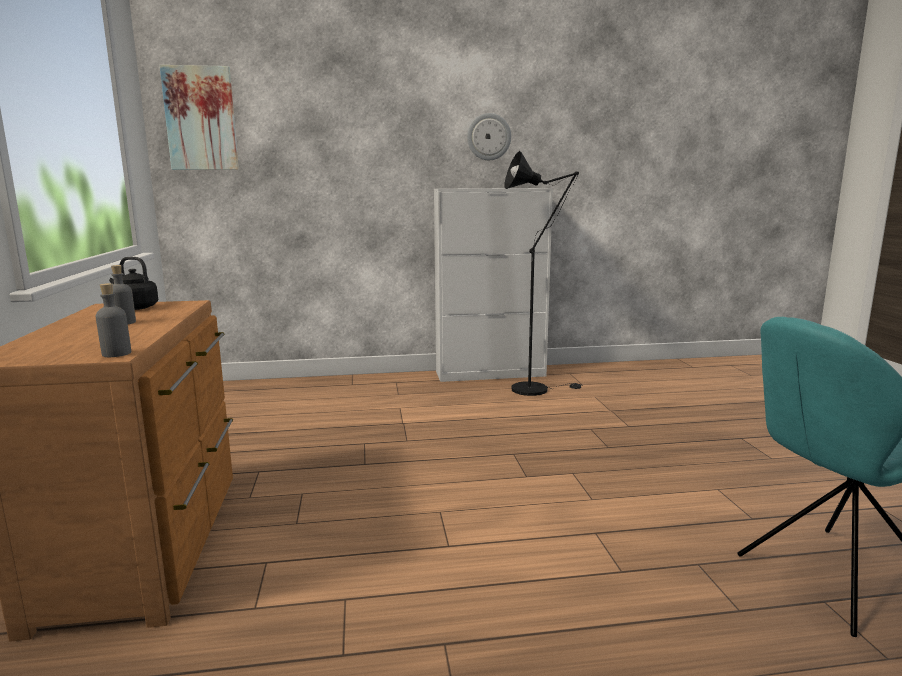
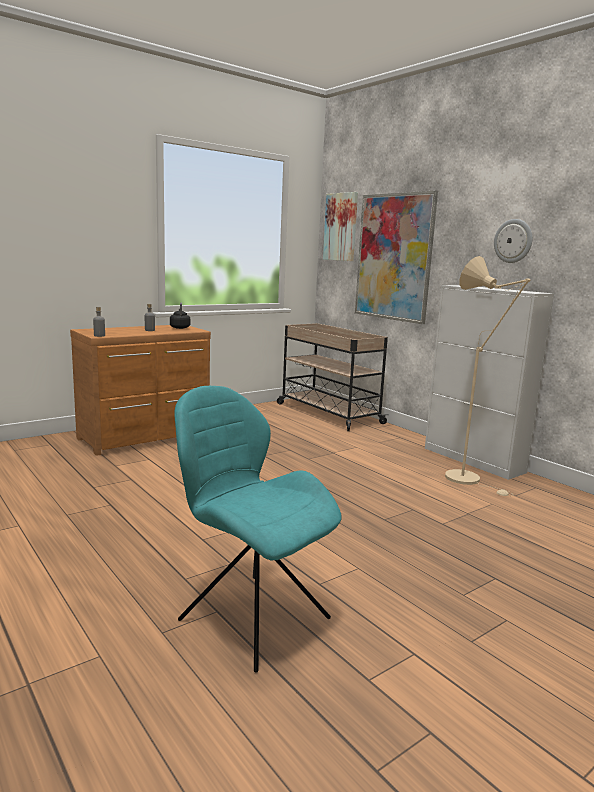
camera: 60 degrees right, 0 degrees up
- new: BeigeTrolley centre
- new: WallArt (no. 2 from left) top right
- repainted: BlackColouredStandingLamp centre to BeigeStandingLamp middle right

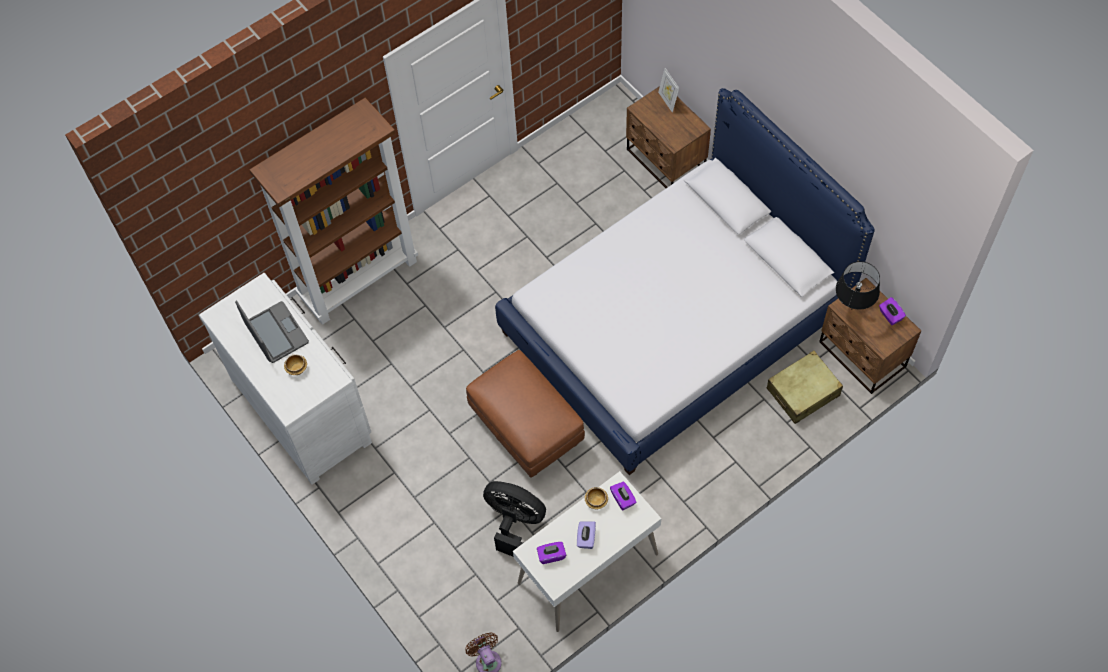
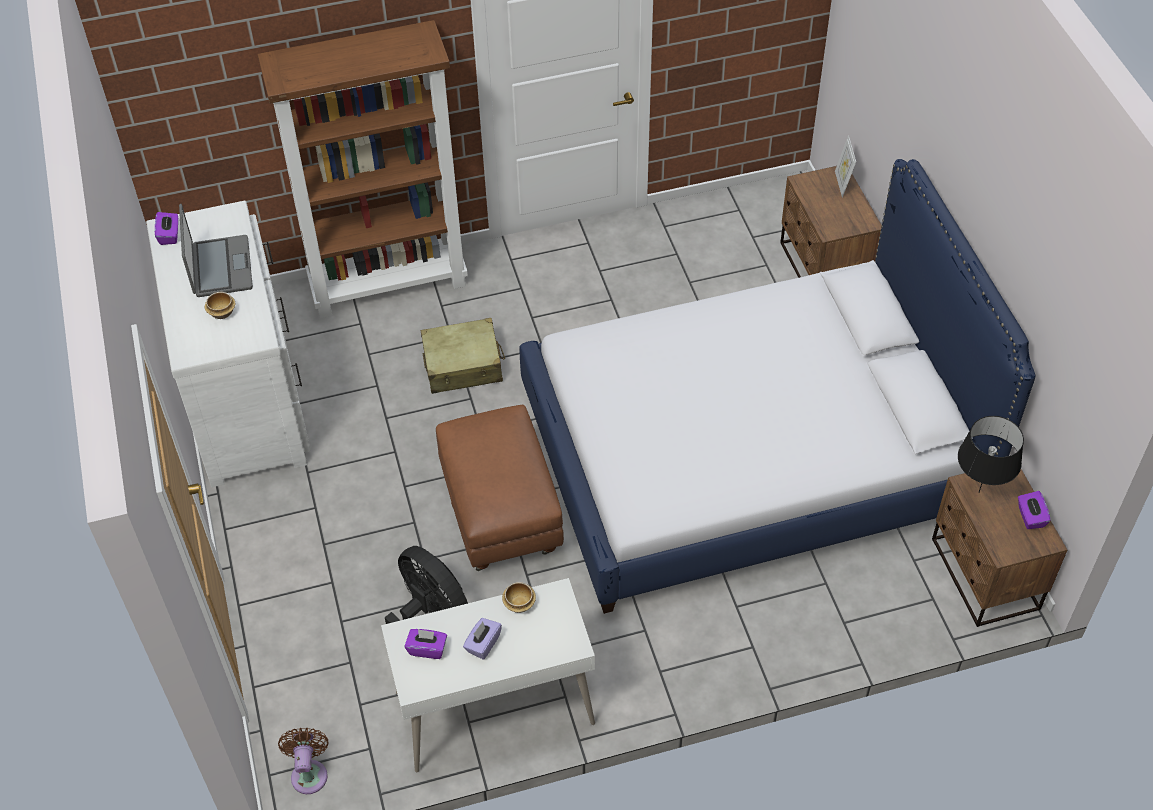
camera: 20 degrees right, 10 degrees down
- shifted: PurplishBoxOfTissues (no. 3 from left in the first image) bottom centre to PurplishBoxOfTissues (no. 1 from left) top left
- shifted: BeigePieceOfLuggage middle right to centre

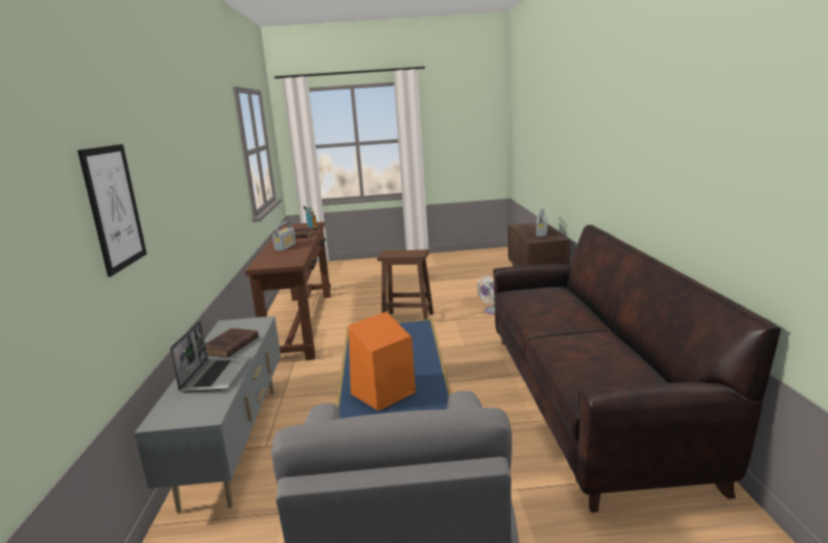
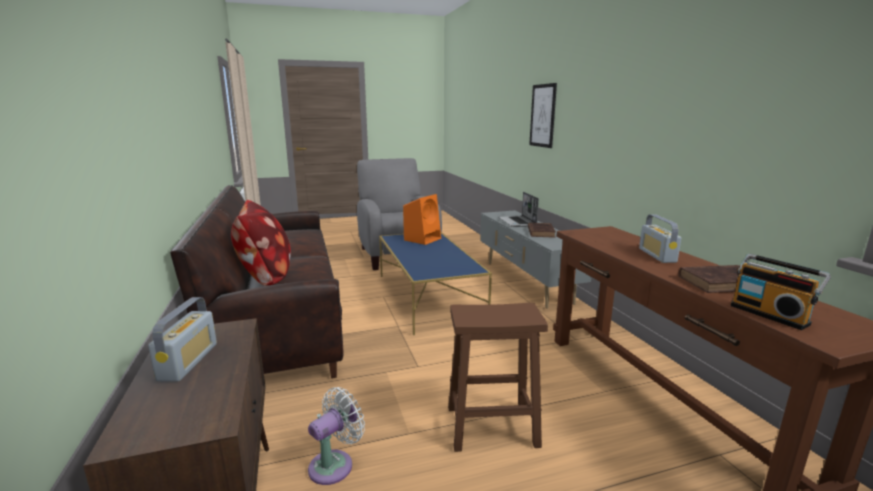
camera: 165 degrees right, 0 degrees up
- new: Pillow middle left

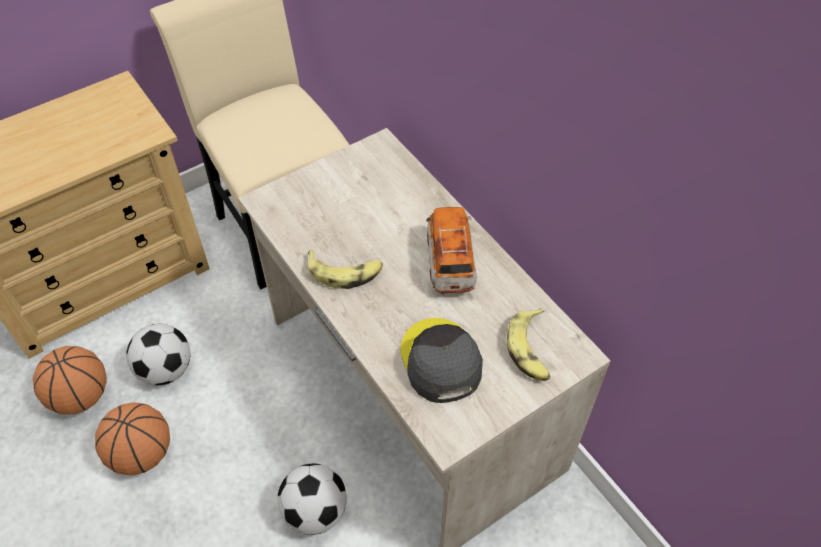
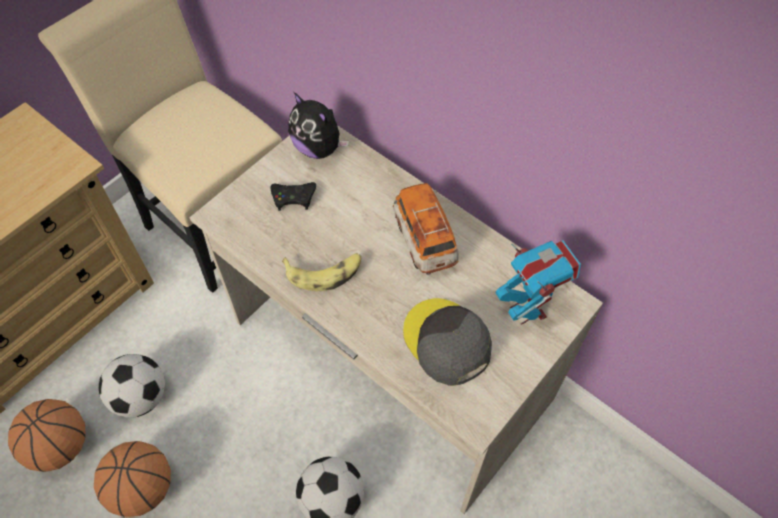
camera: 15 degrees left, 5 degrees up
- new: BlackColouredGamepad centre
- new: PlushToy top centre
- swapped: BananaFruit (no. 2 from left) centre to ModelRobot middle right

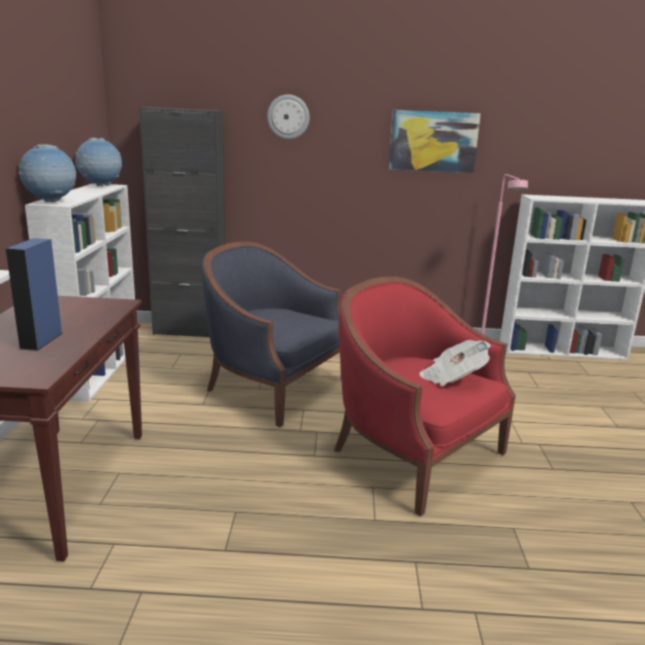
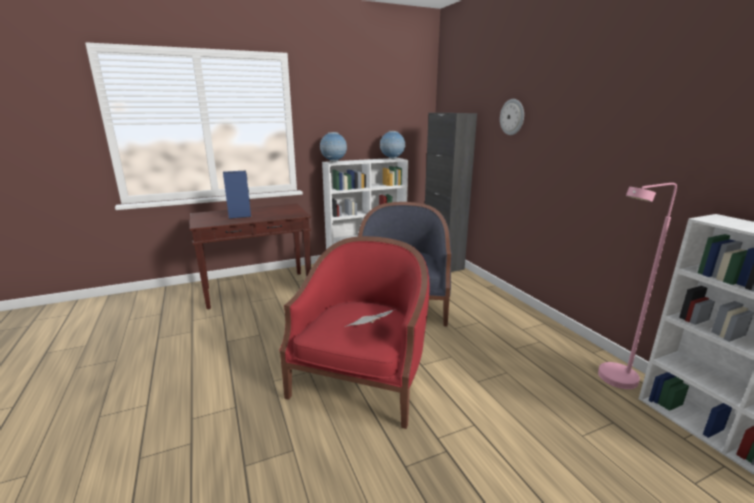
camera: 65 degrees right, 0 degrees up
- gone: WallArt top right

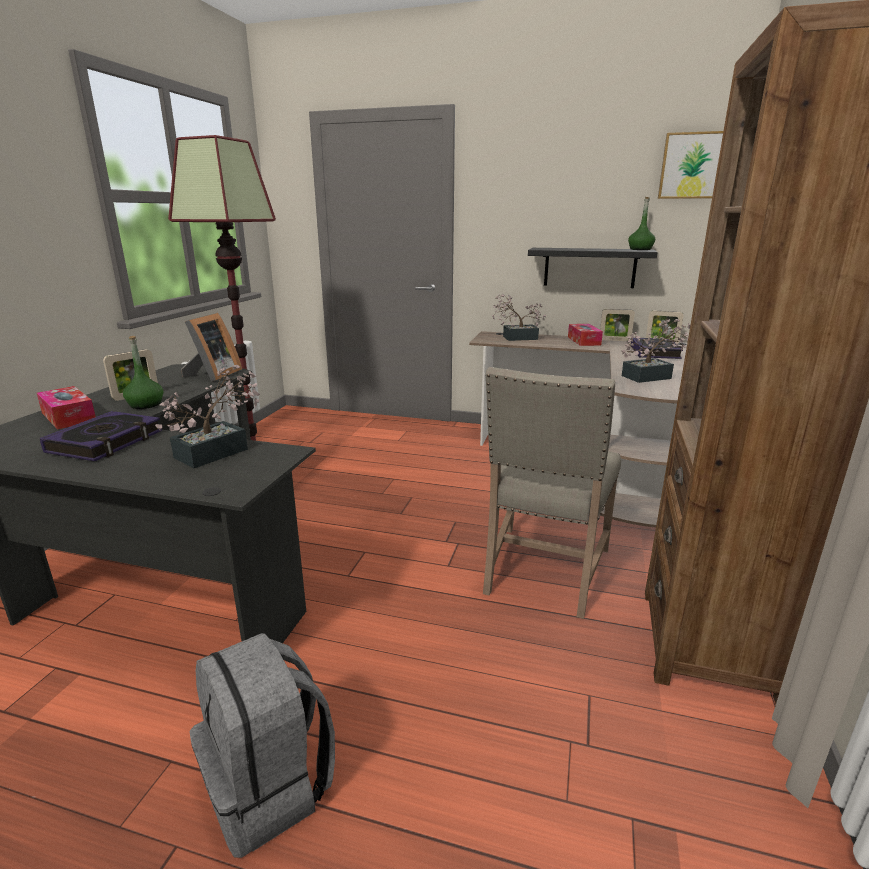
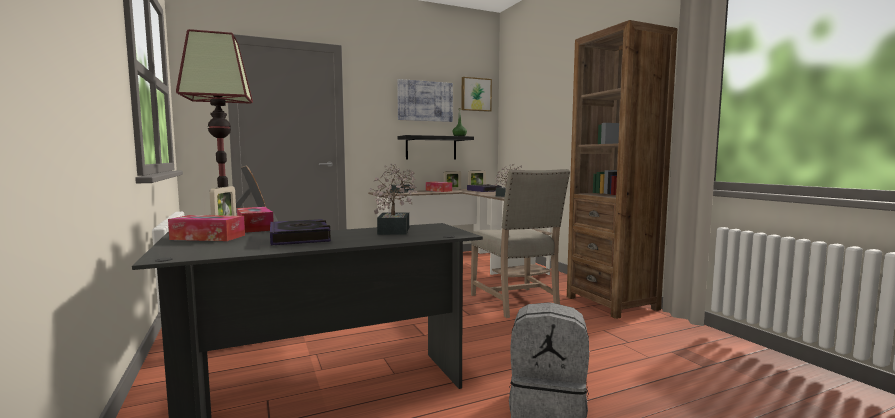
camera: 40 degrees left, 15 degrees down
- swapped: GreenBeverageBottle (no. 1 from left) middle left to BoxOfTissues (no. 2 from left) middle left
- new: WallArt (no. 1 from left) top centre

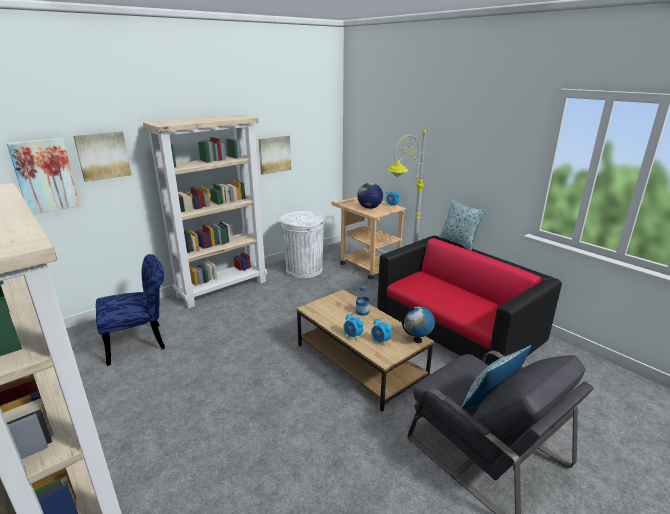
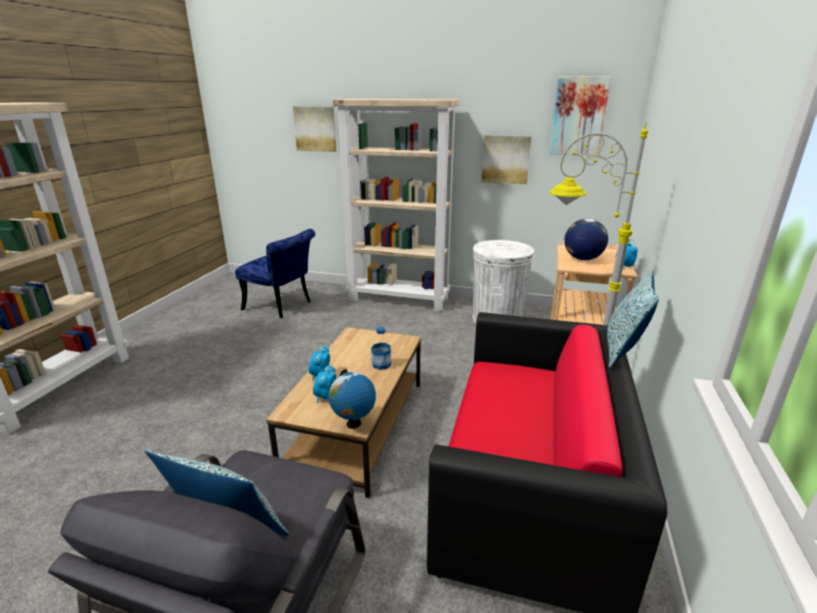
camera: 55 degrees right, 0 degrees up
- shifted: WallArt (no. 1 from left in the first image) middle left to WallArt (no. 3 from left) top right

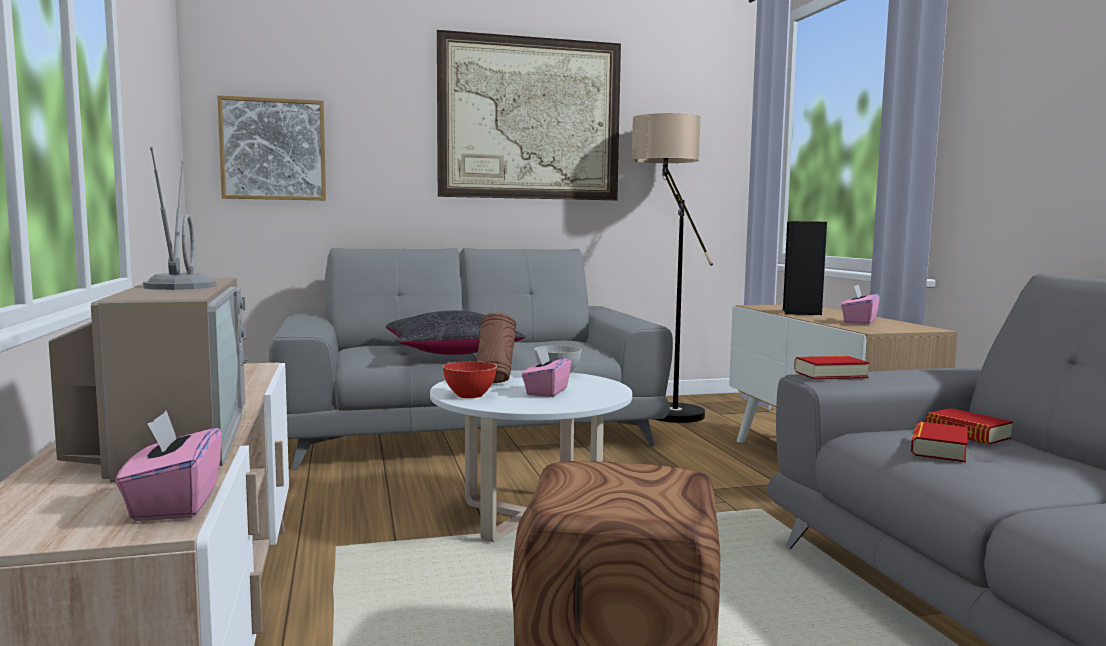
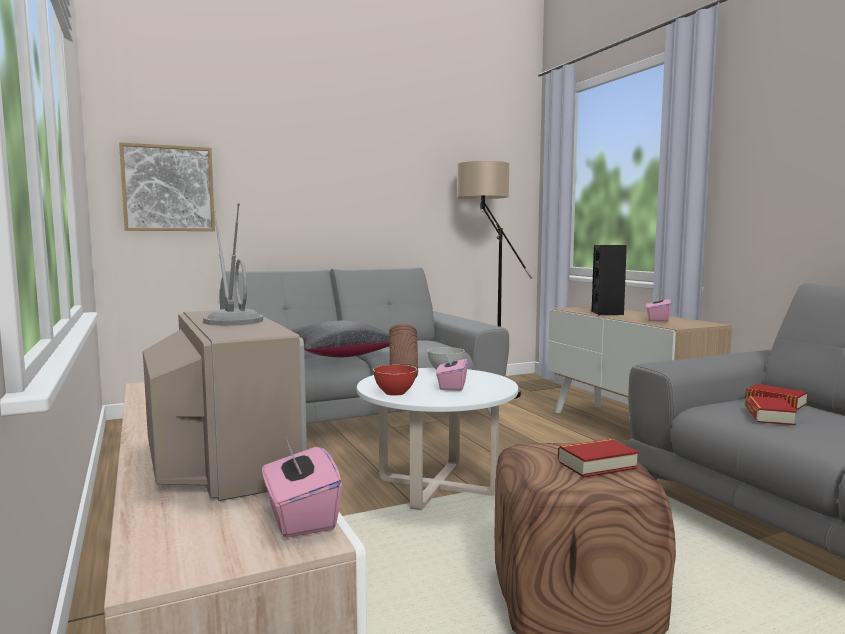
camera: 10 degrees left, 0 degrees up
- shifted: BoundBook (no. 1 from left) middle right to bottom right
- gone: WallArt (no. 2 from left) top centre

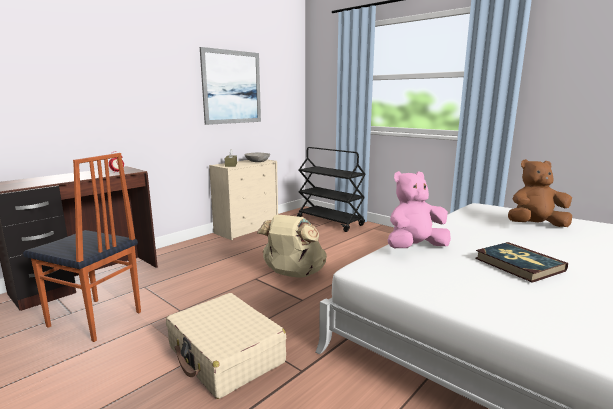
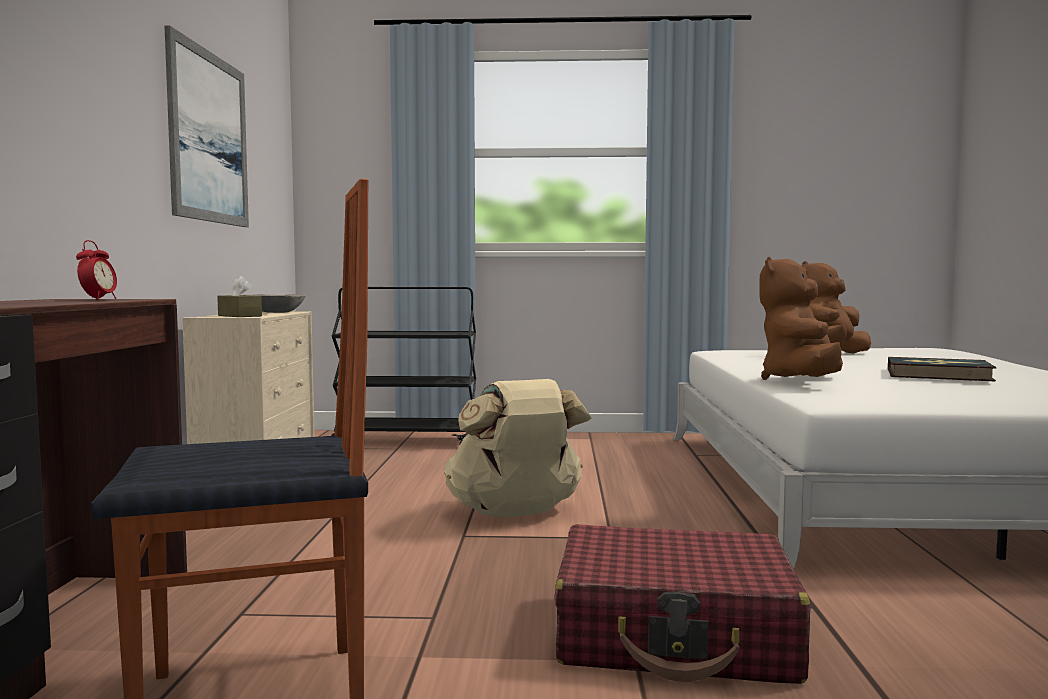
camera: 40 degrees left, 10 degrees down
- repainted: BeigePieceOfLuggage bottom centre to ReddishPieceOfLuggage bottom centre
- repainted: PinkPlushToy middle right to BrownPlushToy (no. 1 from left) middle right

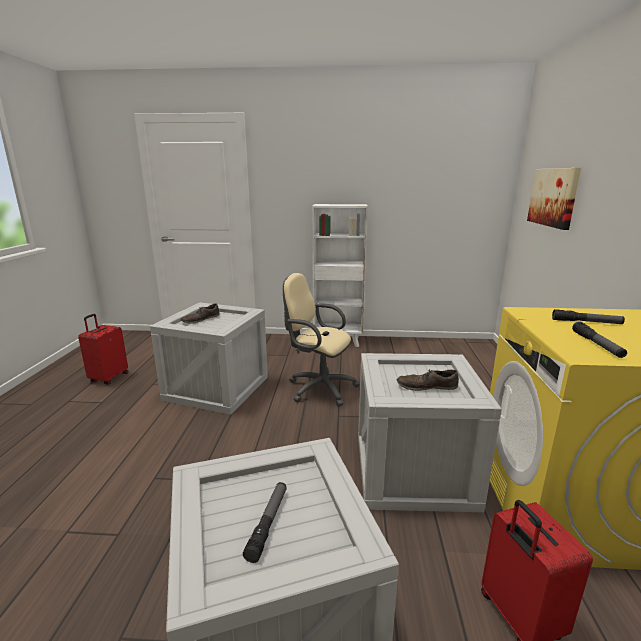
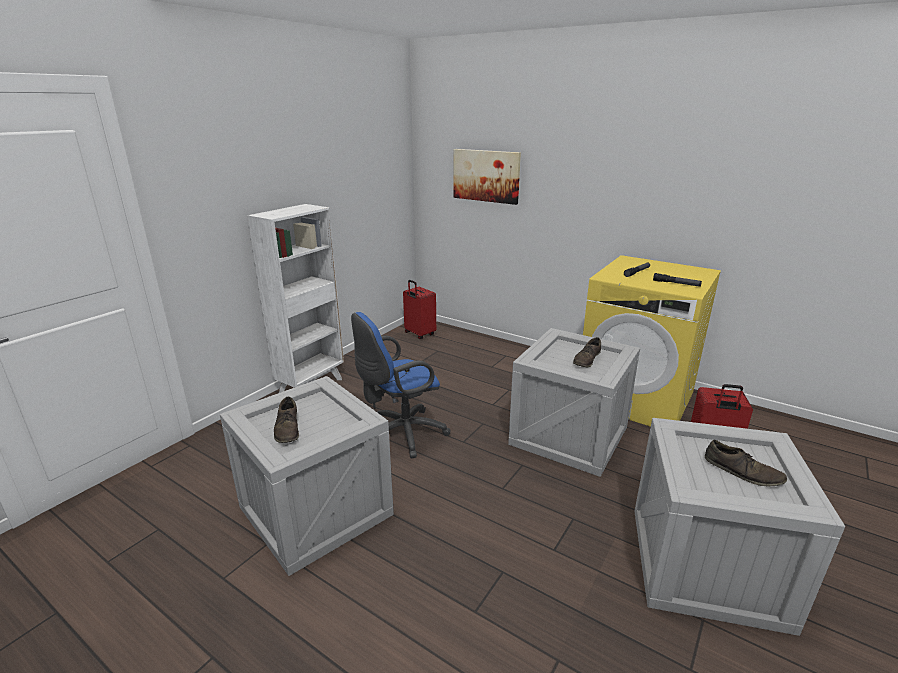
camera: 60 degrees left, 5 degrees up
- repainted: BeigeDeskChair centre to BlueColouredDeskChair centre
- shifted: ReddishPieceOfLuggage (no. 1 from left) middle left to centre
- swapped: Flashlight (no. 1 from left) bottom centre to BrownLowShoe (no. 3 from left) bottom right

